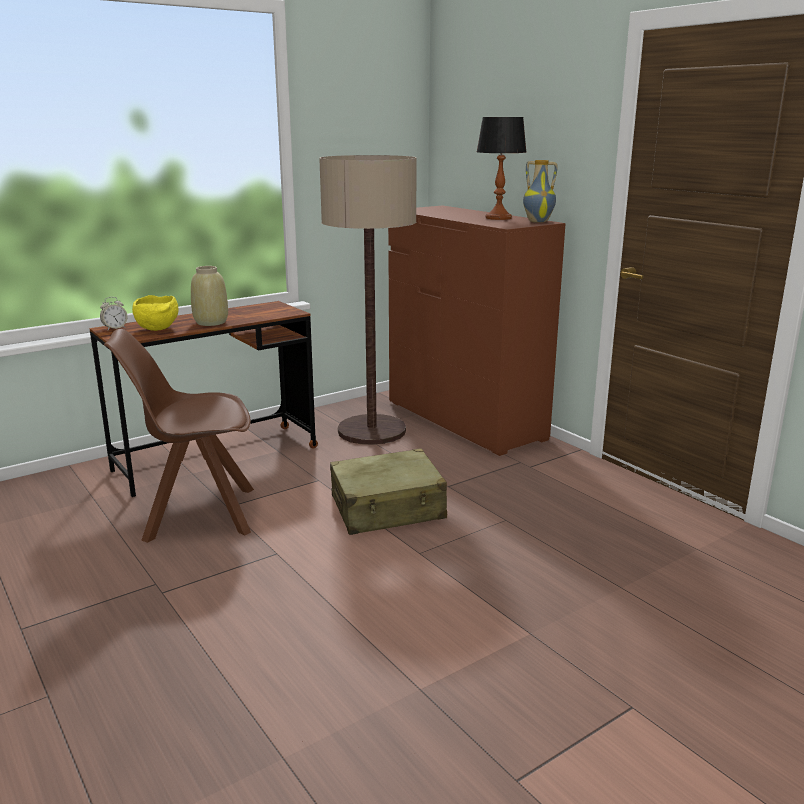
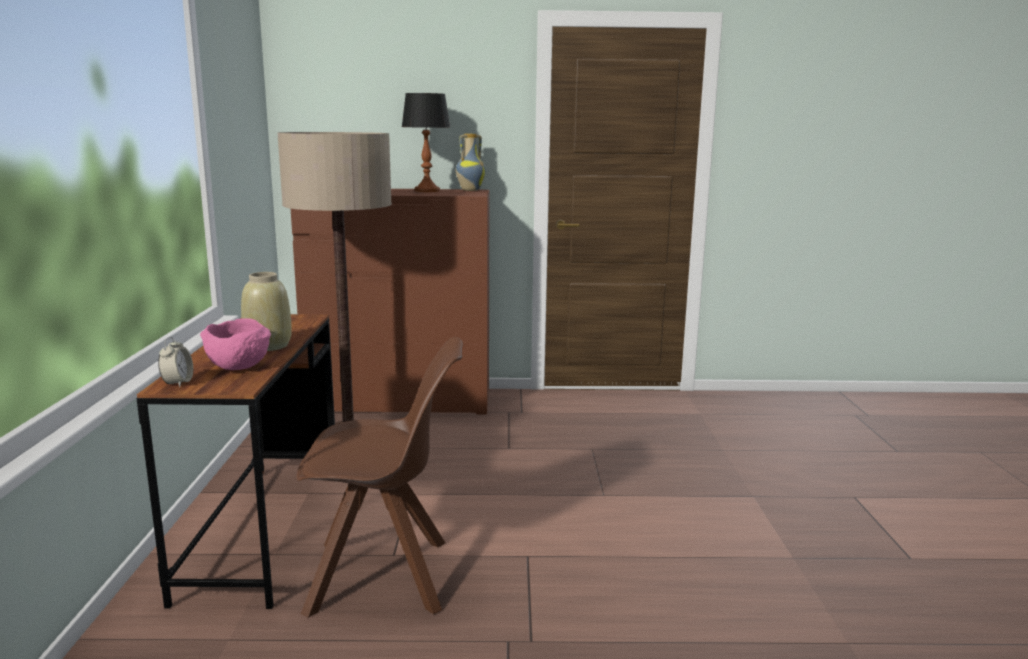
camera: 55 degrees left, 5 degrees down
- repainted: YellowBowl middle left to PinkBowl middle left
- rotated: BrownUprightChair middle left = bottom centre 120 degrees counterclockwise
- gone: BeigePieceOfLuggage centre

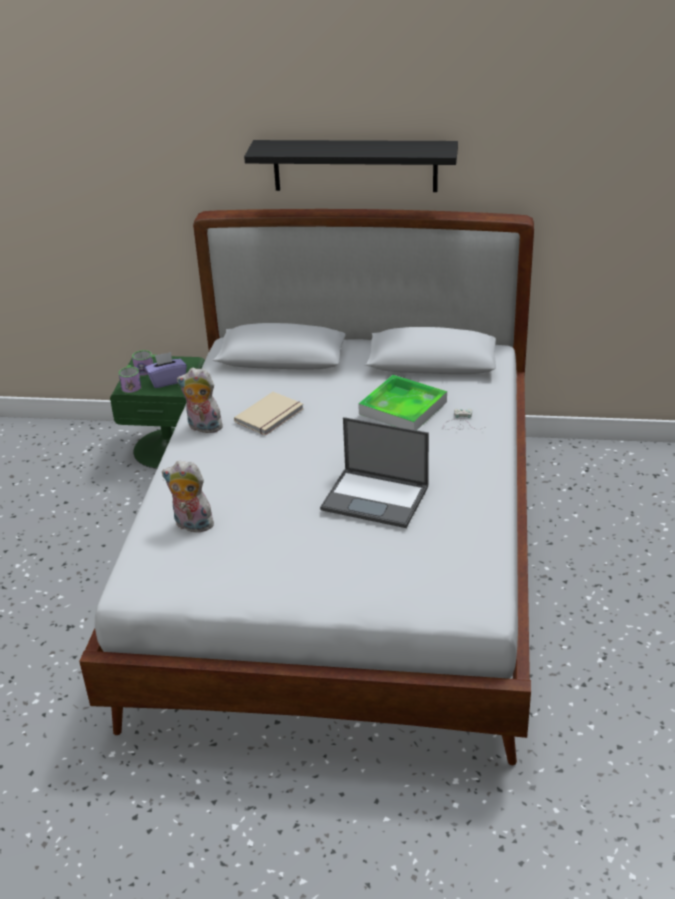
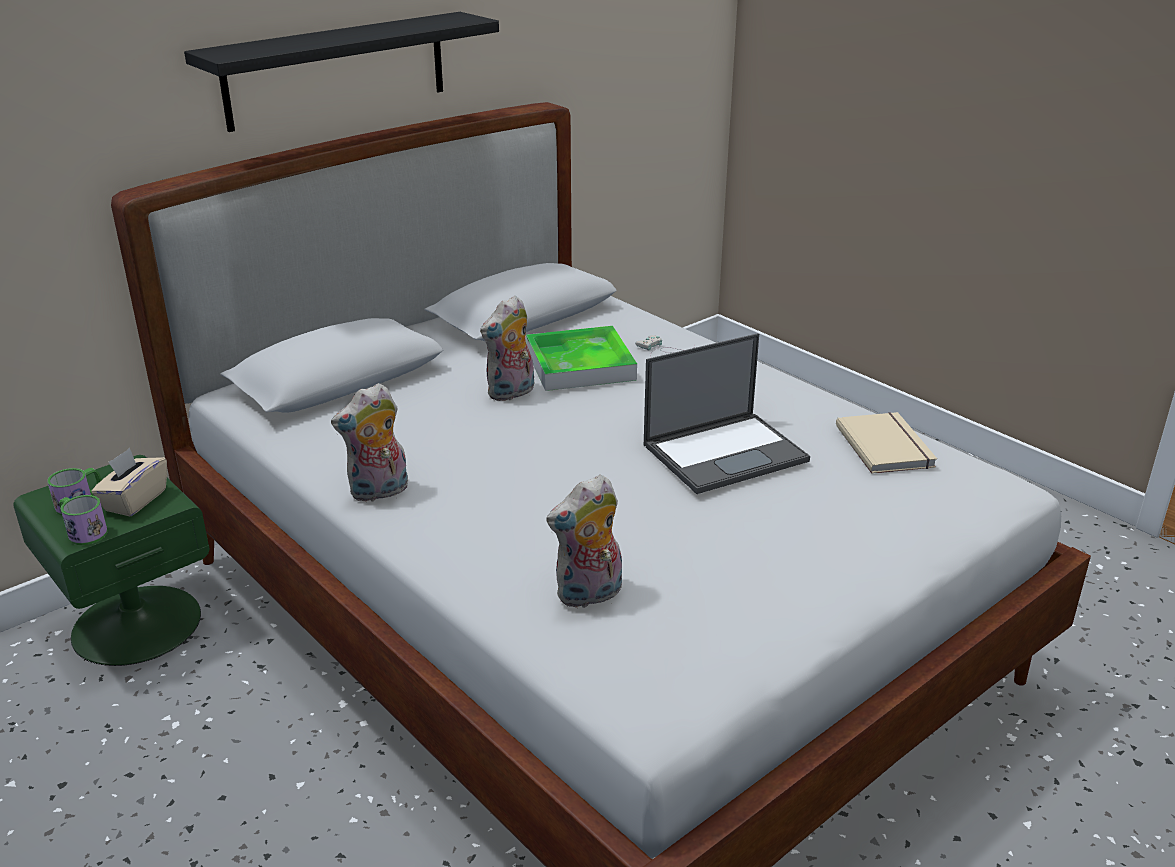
camera: 50 degrees left, 5 degrees down
- repainted: PurplishBoxOfTissues middle left to BeigeBoxOfTissues middle left
- new: PlushToy (no. 2 from left) centre
- shifted: BeigeBoundBook centre to middle right

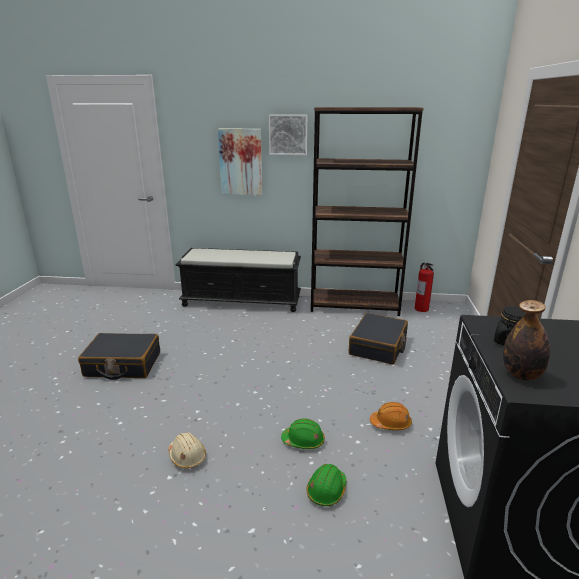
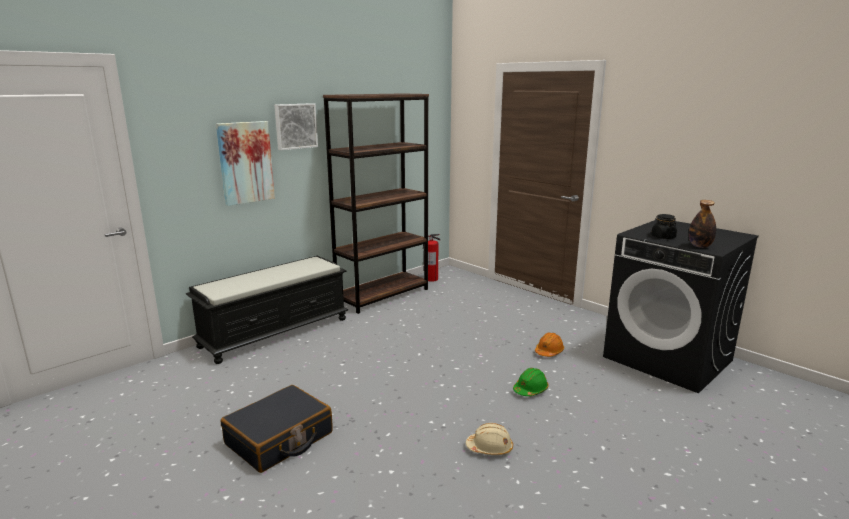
camera: 50 degrees left, 5 degrees down
- gone: GreenHardHat (no. 2 from left) bottom centre
- gone: BlackColouredPieceOfLuggage (no. 2 from left) centre

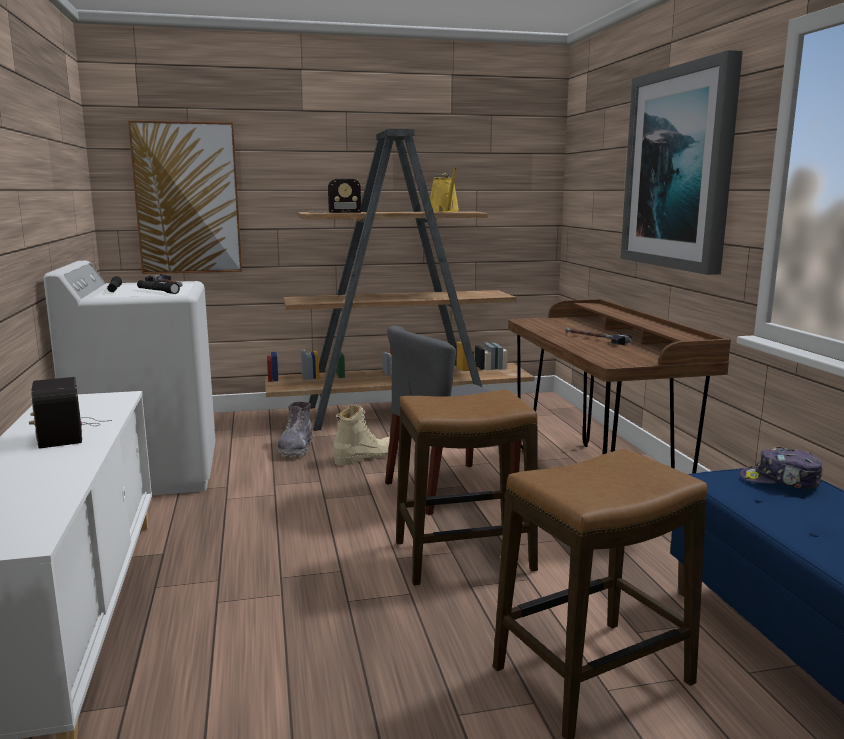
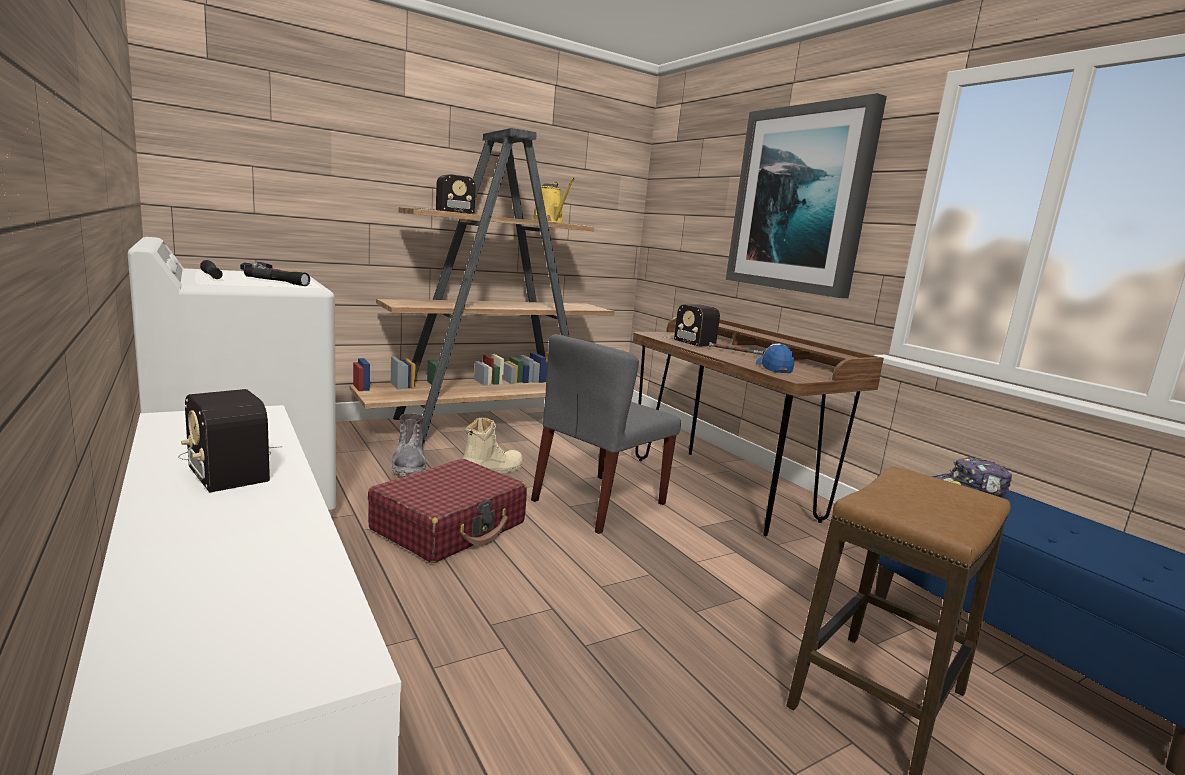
camera: 20 degrees left, 0 degrees up
- new: ReddishPieceOfLuggage centre
- new: RadioReceiver (no. 3 from left) centre
- new: PeakedCap (no. 1 from left) centre
- gone: WallArt (no. 1 from left) top left
- gone: StoolSeat (no. 1 from left) centre

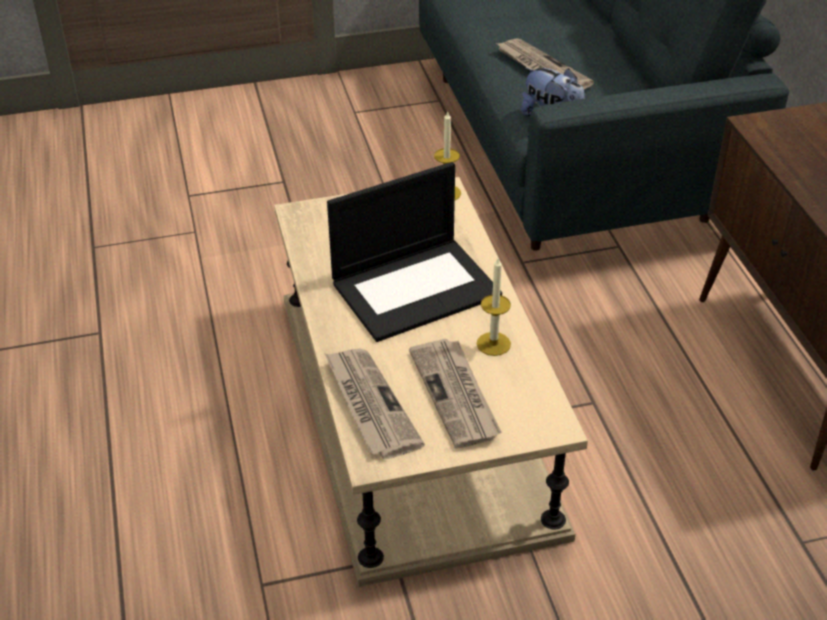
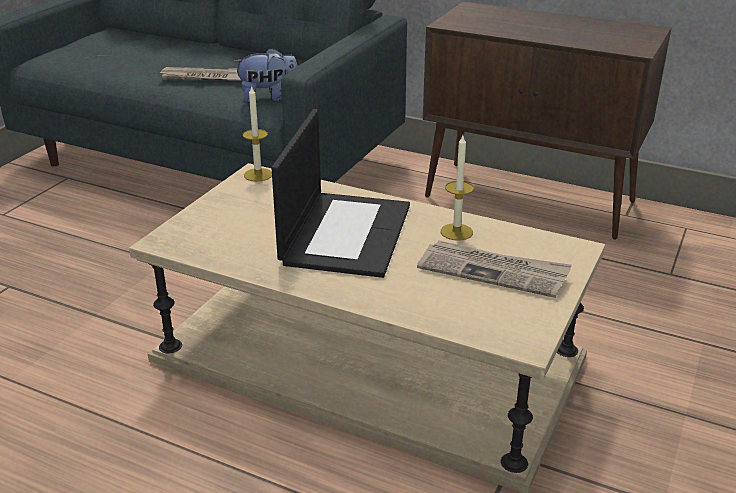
camera: 50 degrees left, 10 degrees down
- gone: PrintedPaper (no. 1 from left) centre

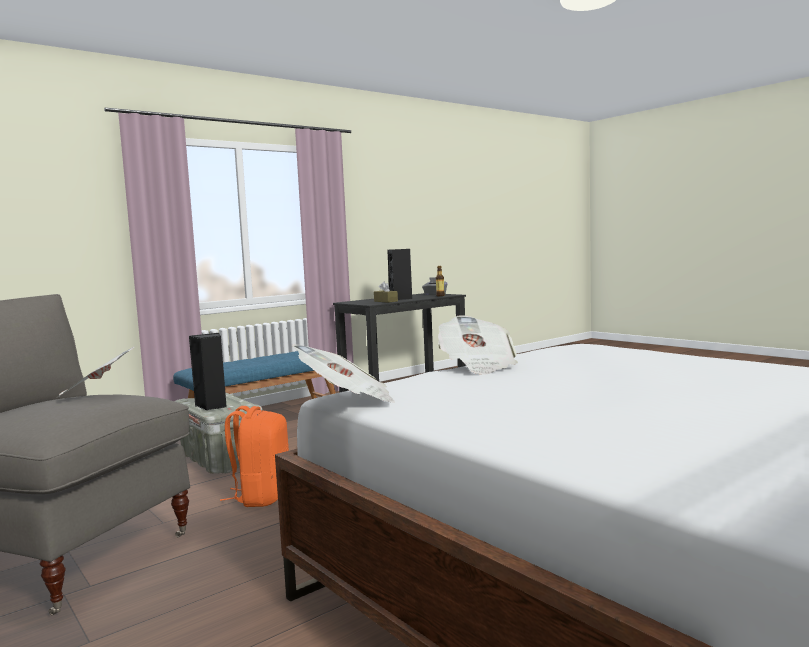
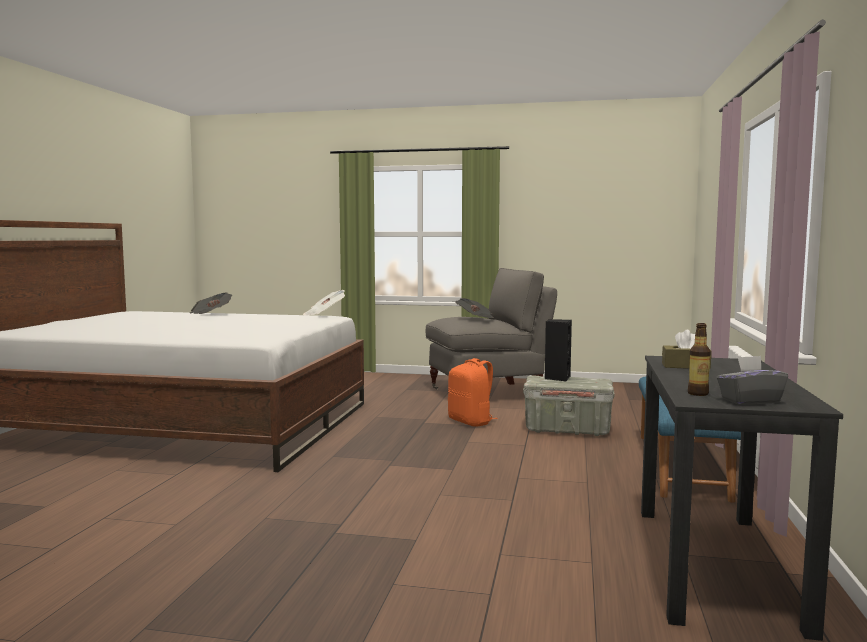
camera: 140 degrees right, 0 degrees up
- shifted: PrintedPaper (no. 3 from left in the first image) centre to PrintedPaper (no. 1 from left) middle left
- gone: BlackColouredAudioSpeaker (no. 2 from left) centre

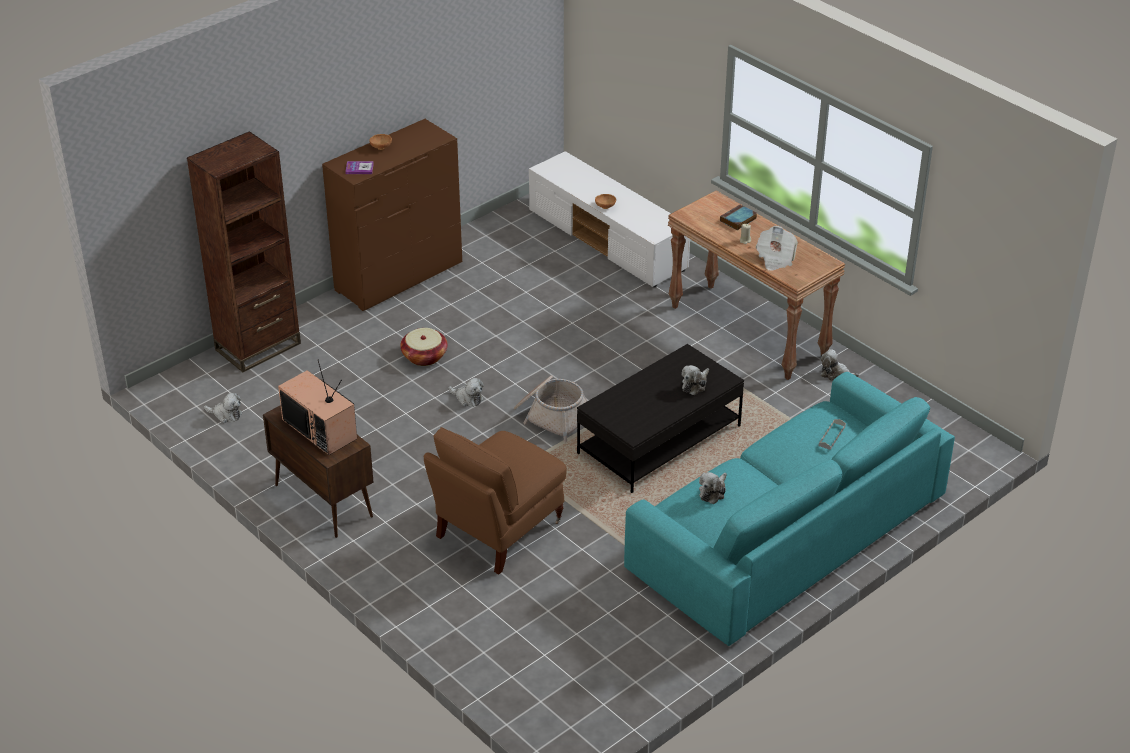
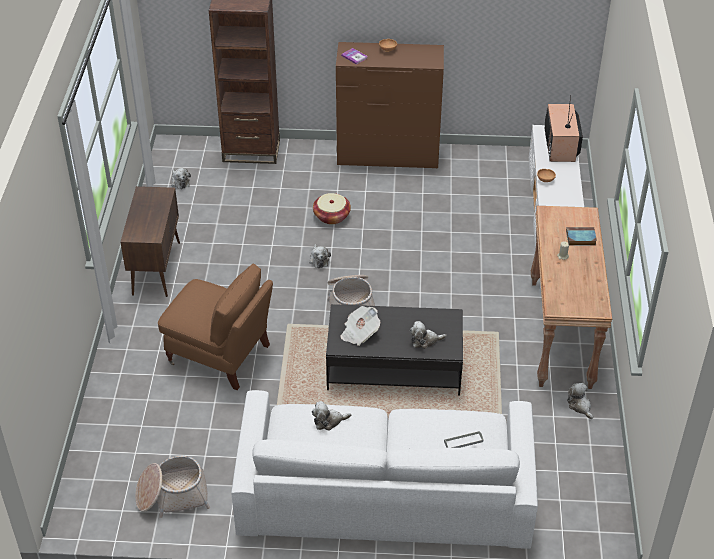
camera: 45 degrees right, 5 degrees up
- new: HouseholdBasket (no. 1 from left) bottom left
- rotated: BrownLoungeChair centre = middle left 150 degrees counterclockwise
- repainted: TurquoiseColouredCouch bottom right to WhiteCouch bottom centre
- shifted: PrintedPaper top right to centre
- shifted: TvSet middle left to top right

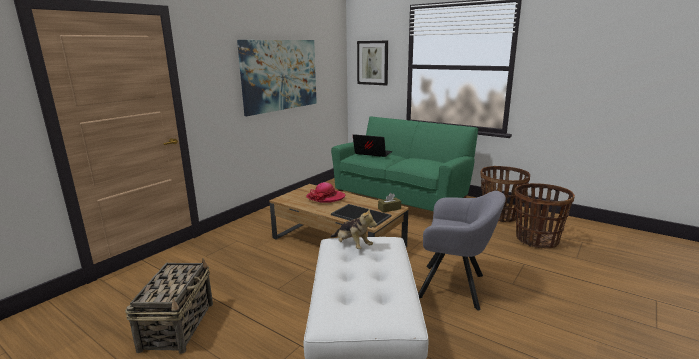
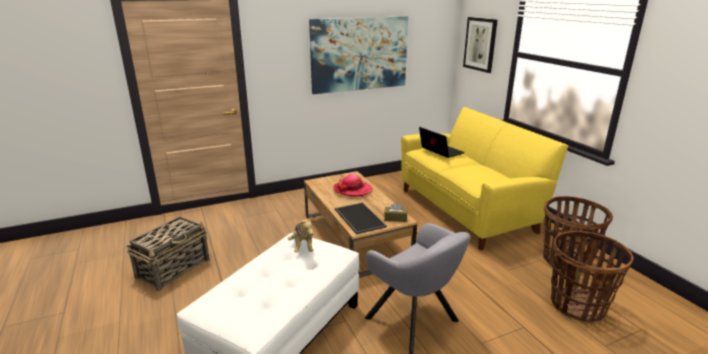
camera: 30 degrees right, 5 degrees up
- repainted: GreenCouch centre to YellowCouch middle right

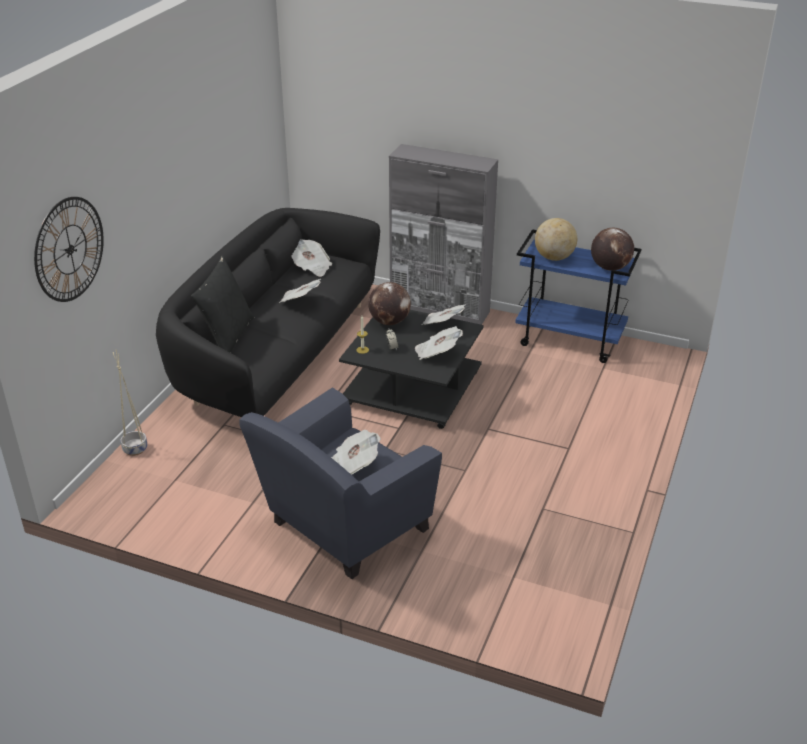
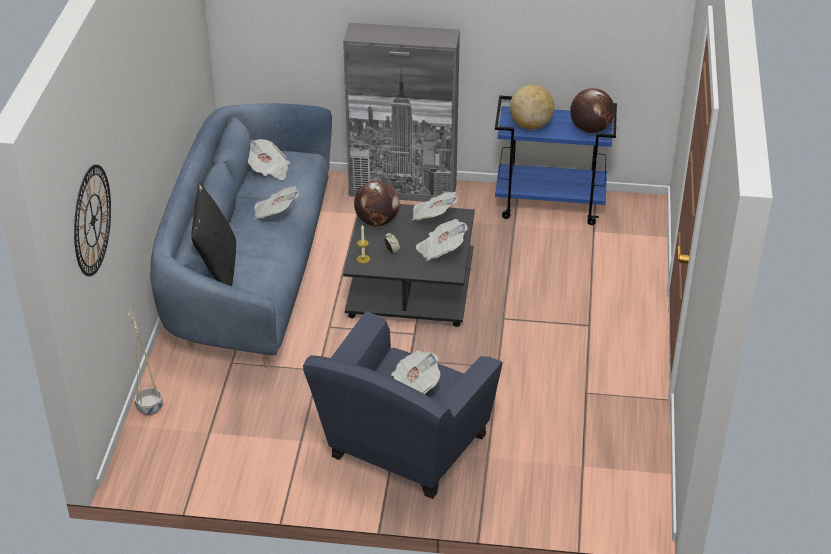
camera: 15 degrees left, 5 degrees up
- repainted: BlackColouredCouch middle left to BlueColouredCouch middle left

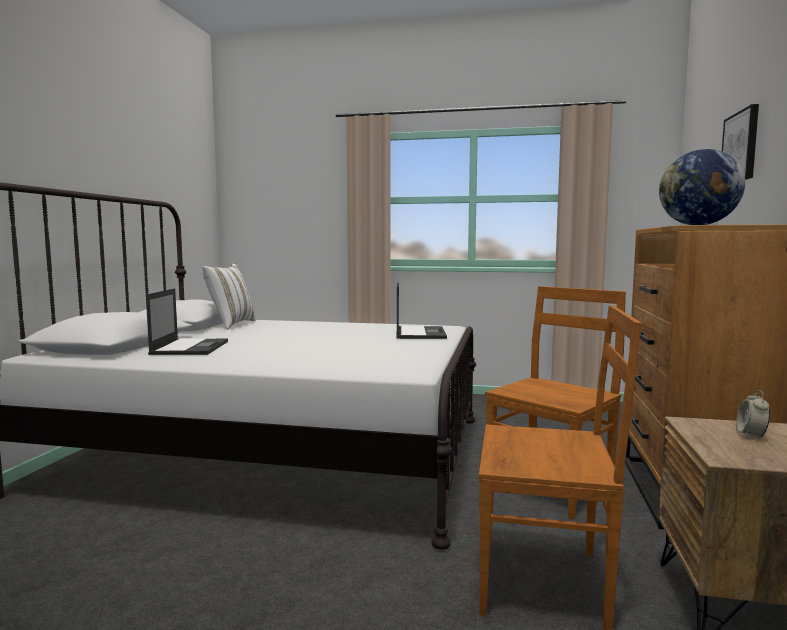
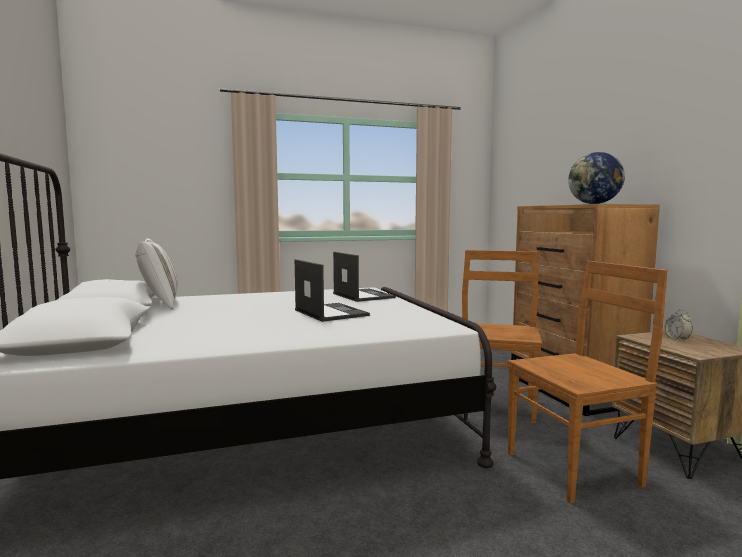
camera: 30 degrees left, 0 degrees up
- shifted: NotebookComputer (no. 1 from left) middle left to centre
- gone: WallArt top right

